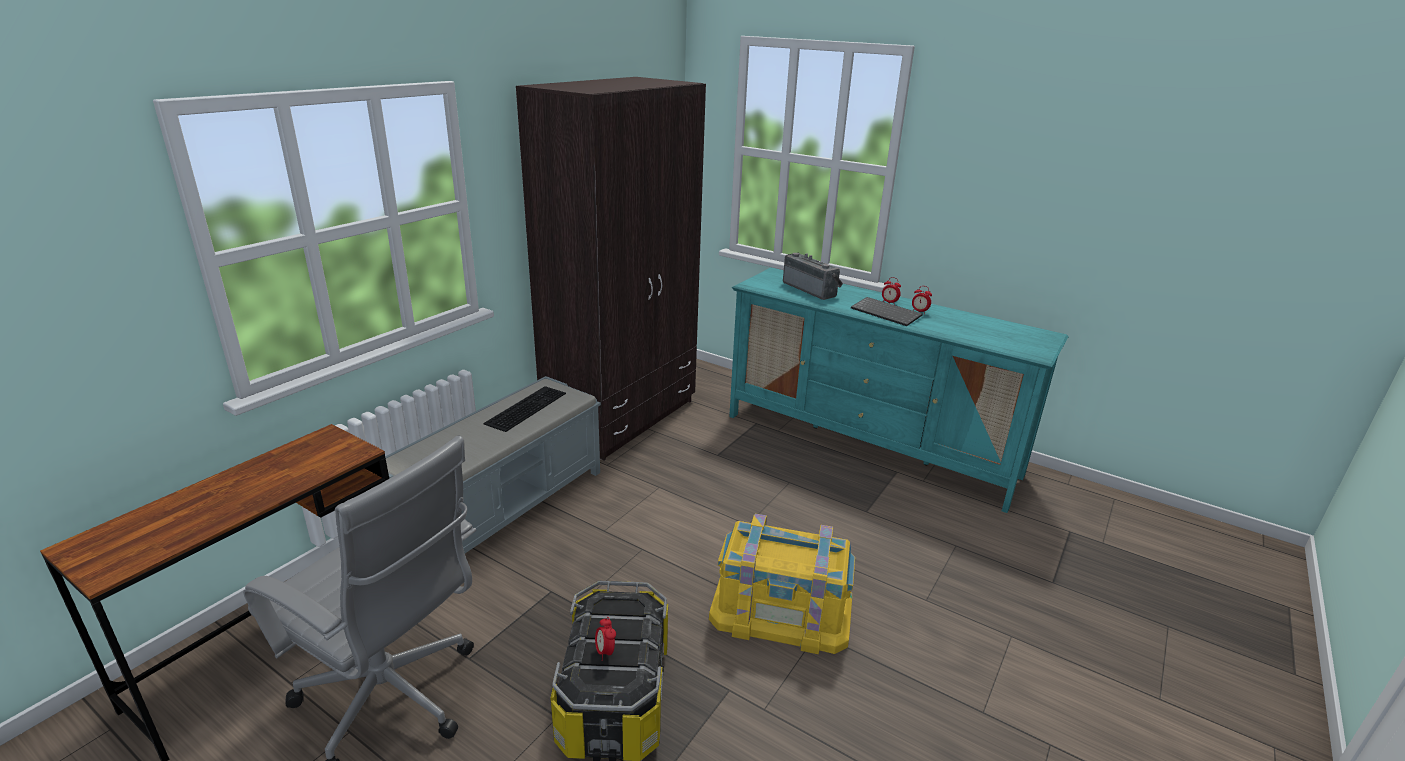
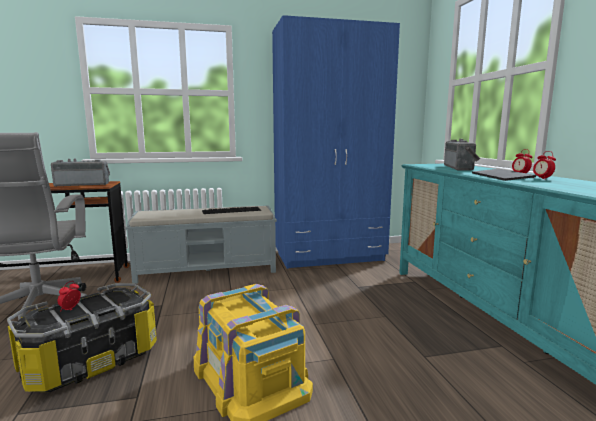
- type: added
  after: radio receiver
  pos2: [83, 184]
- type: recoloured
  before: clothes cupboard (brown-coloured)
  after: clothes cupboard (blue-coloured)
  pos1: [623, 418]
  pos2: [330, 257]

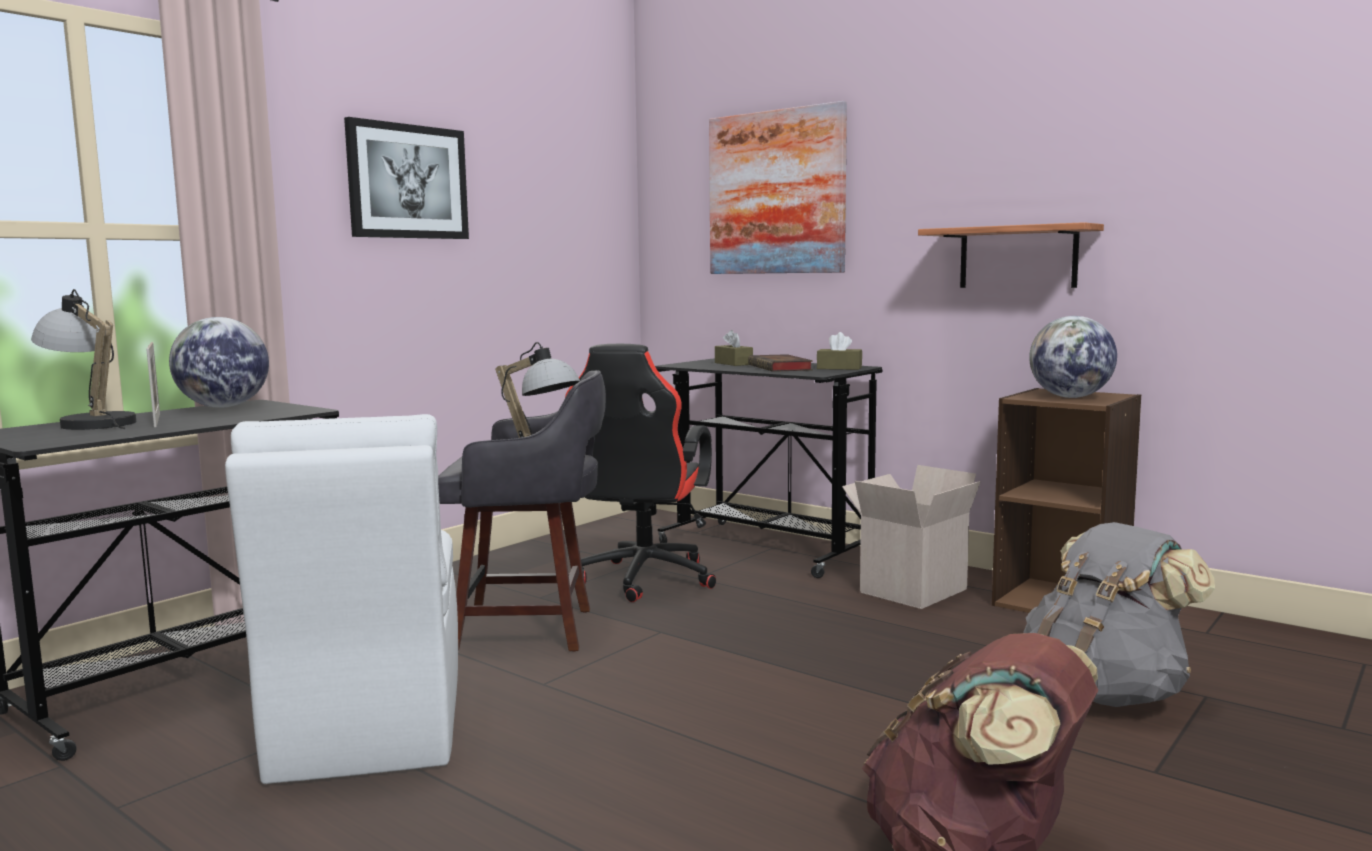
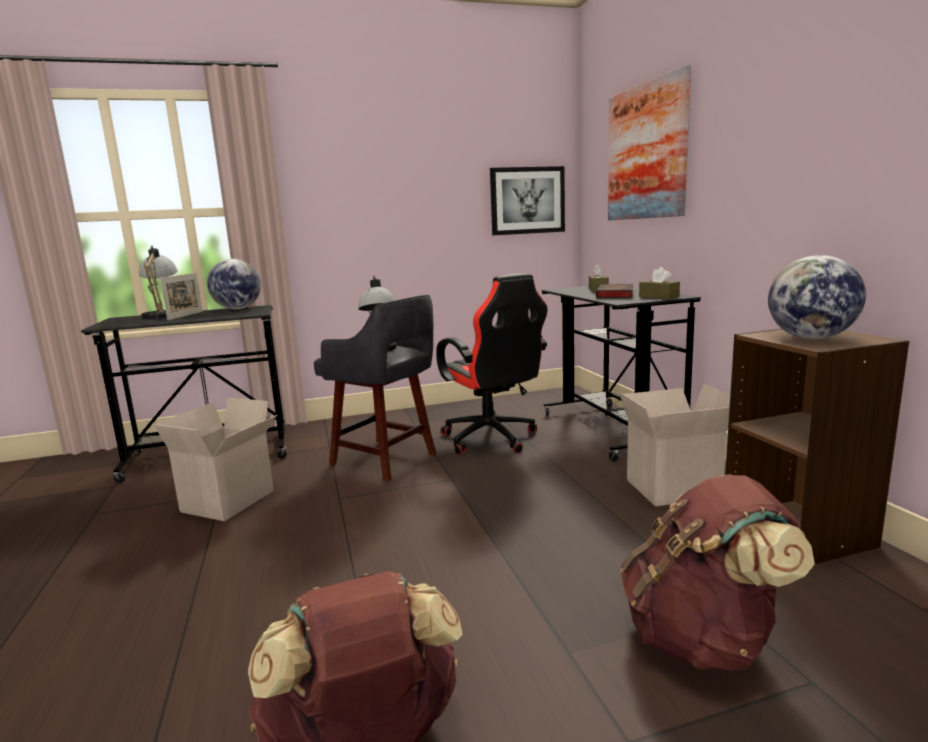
- type: removed
  before: bracket shelf
  pos1: [1017, 257]
- type: moved
  before: wall art
  pos1: [407, 182]
  pos2: [527, 200]
- type: replaced
  before: upright chair (white)
  after: carton
  pos1: [367, 729]
  pos2: [229, 502]
- type: recoloured
  before: knapsack (gray)
  after: knapsack (brown-coloured)
  pos1: [1105, 693]
  pos2: [703, 639]
- type: turned
  before: office chair (blackish)
  pos1: [641, 583]
  pos2: [493, 441]
  turn: -75

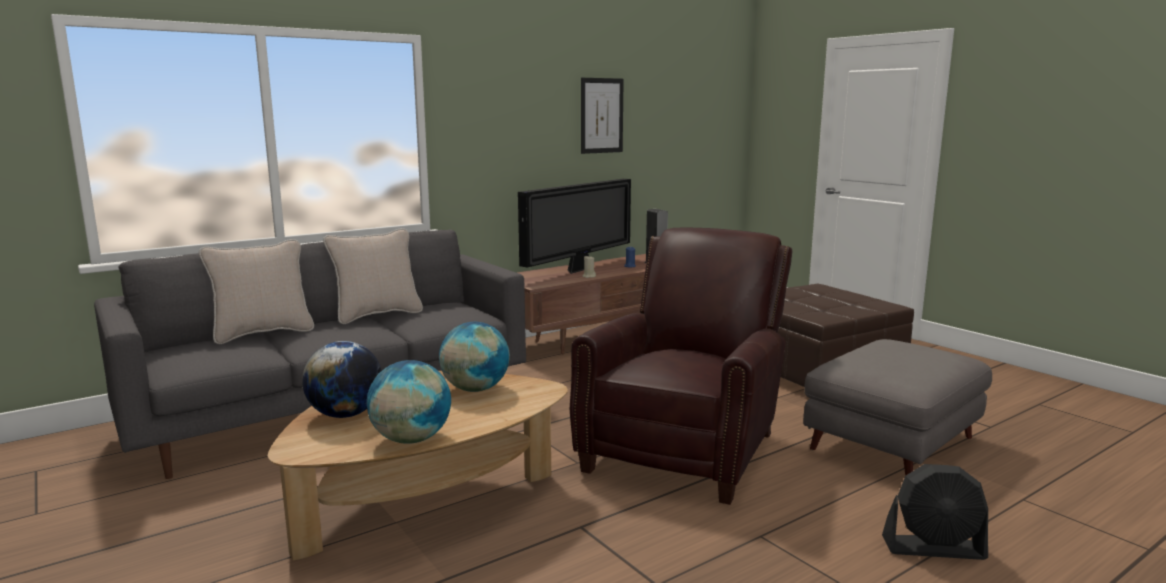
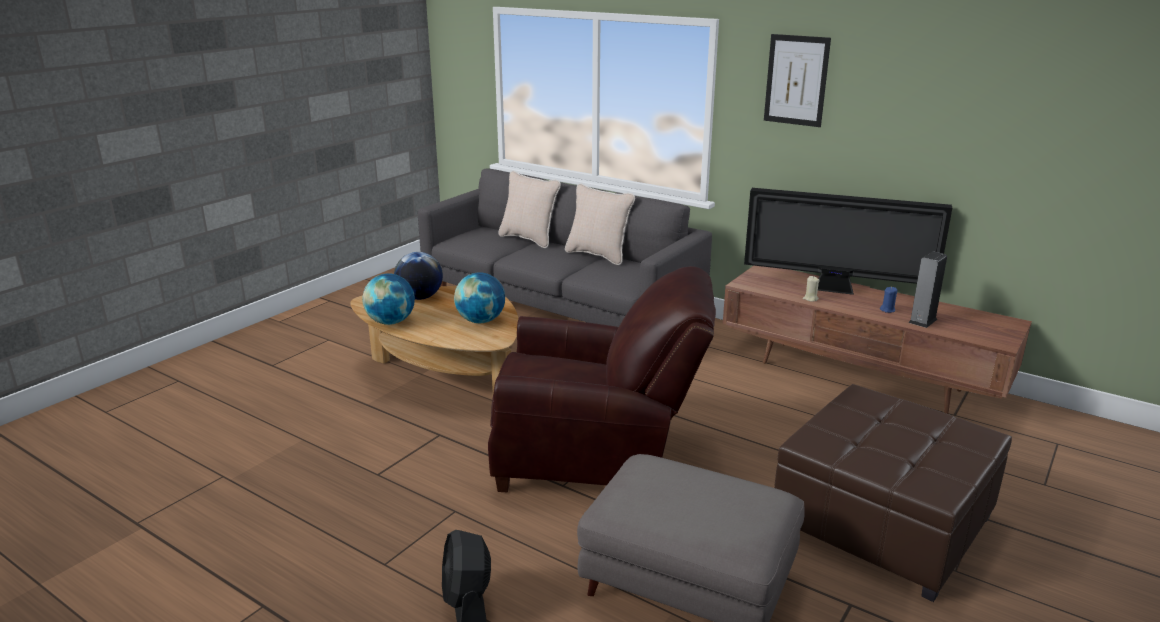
- type: moved
  before: wall art
  pos1: [601, 115]
  pos2: [796, 80]

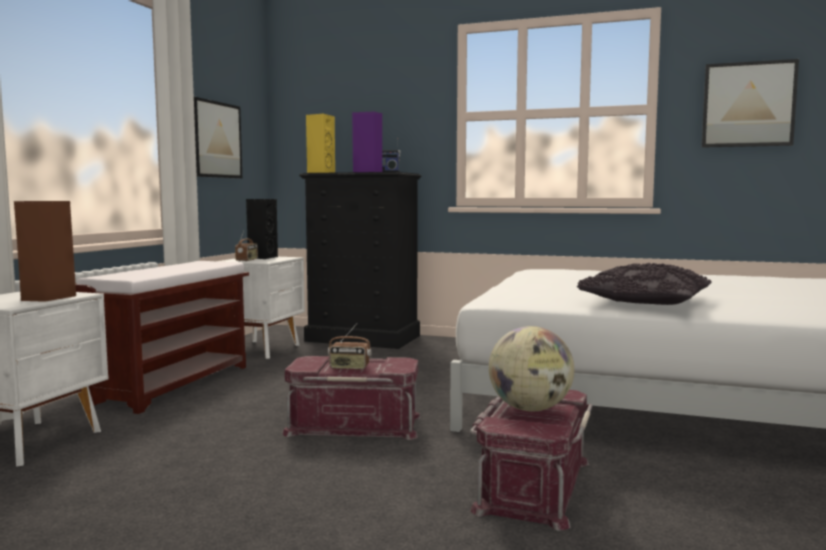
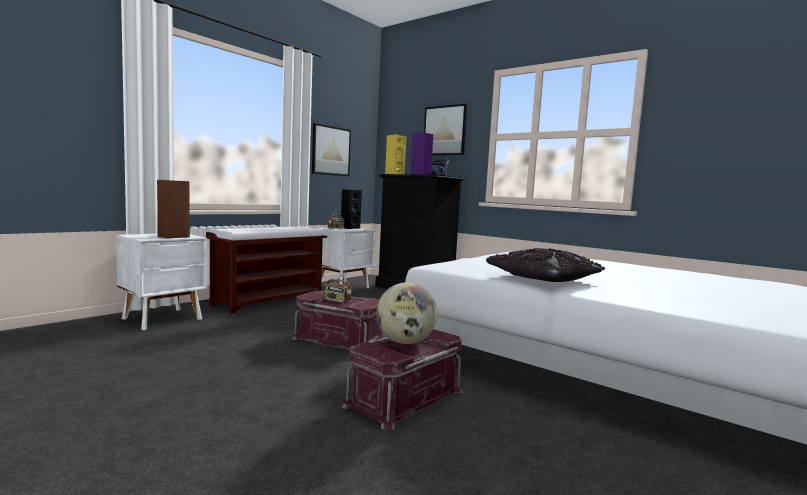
- type: moved
  before: wall art
  pos1: [748, 104]
  pos2: [444, 130]

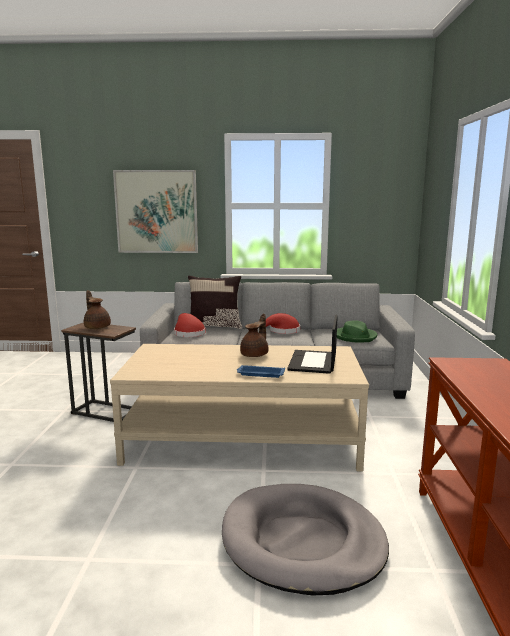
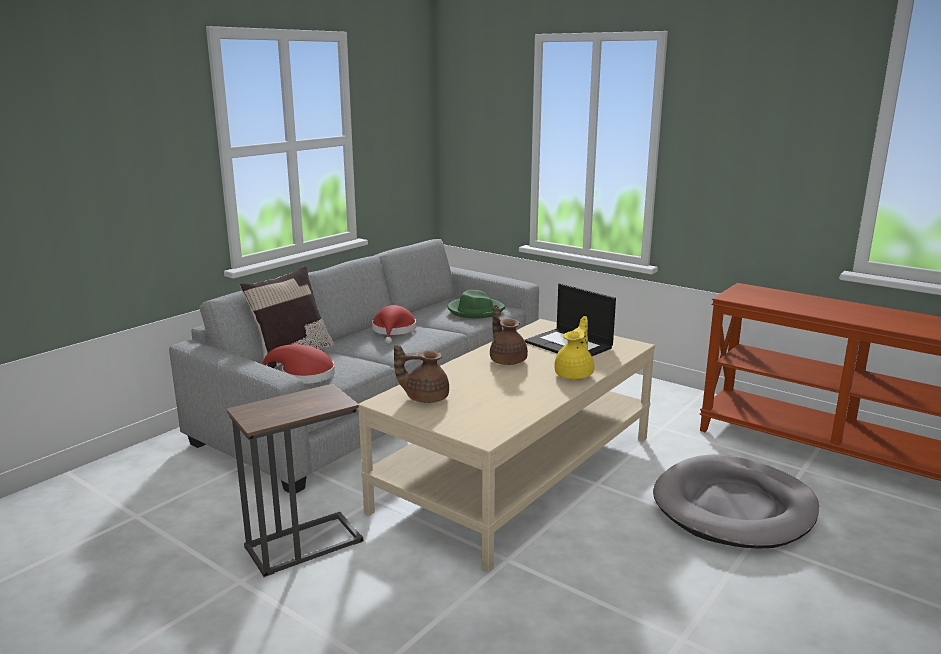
- type: removed
  before: wall art
  pos1: [156, 212]
- type: moved
  before: tea pot (brown-coloured)
  pos1: [97, 327]
  pos2: [425, 397]
- type: replaced
  before: serving tray (blue-coloured)
  after: tea pot (yellowish)
  pos1: [260, 374]
  pos2: [575, 374]

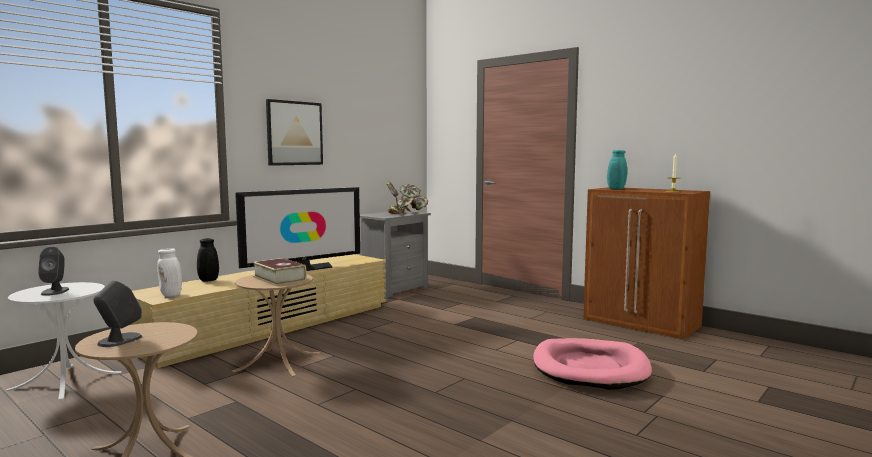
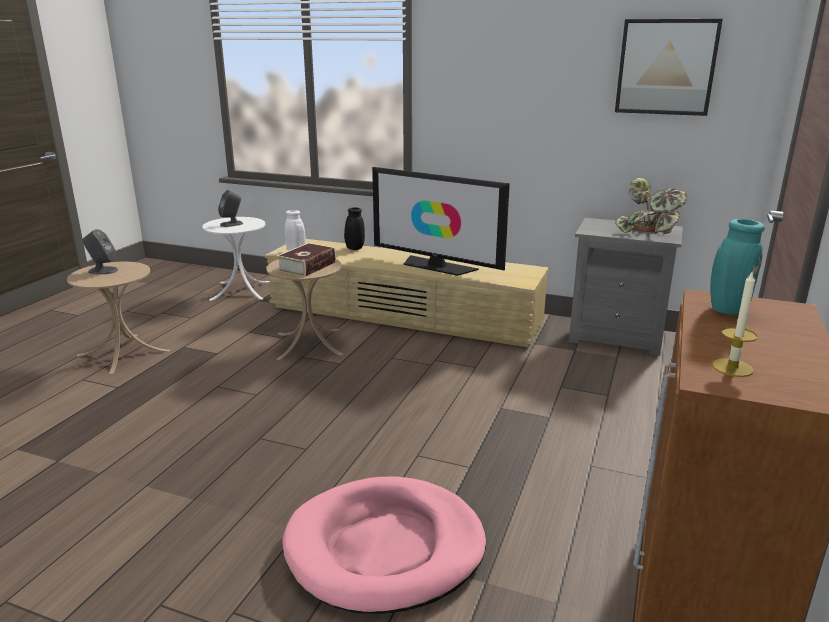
- type: moved
  before: wall art
  pos1: [294, 133]
  pos2: [666, 67]

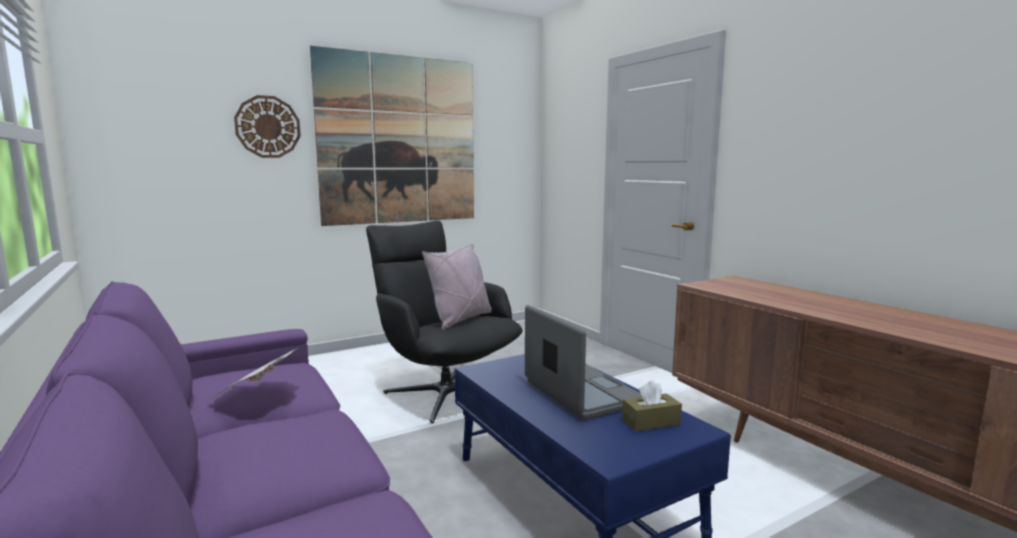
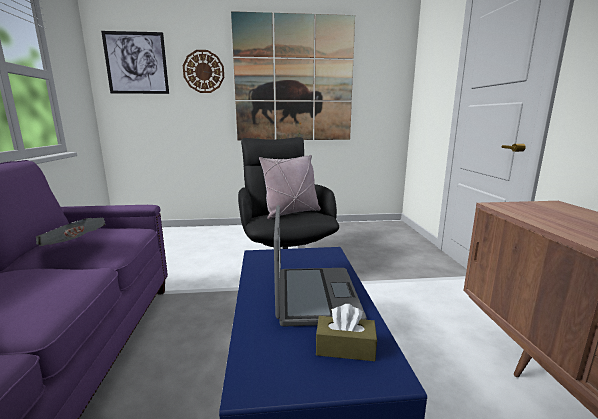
- type: added
  after: wall art
  pos2: [136, 63]

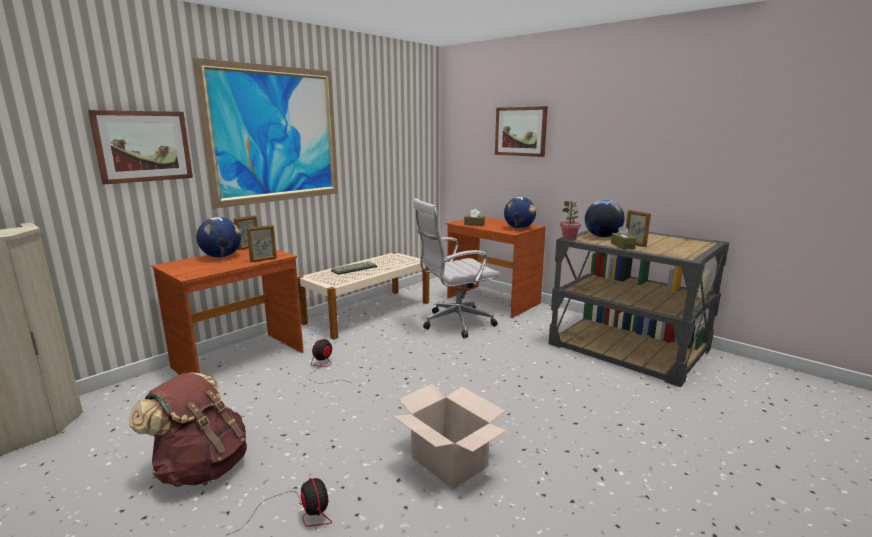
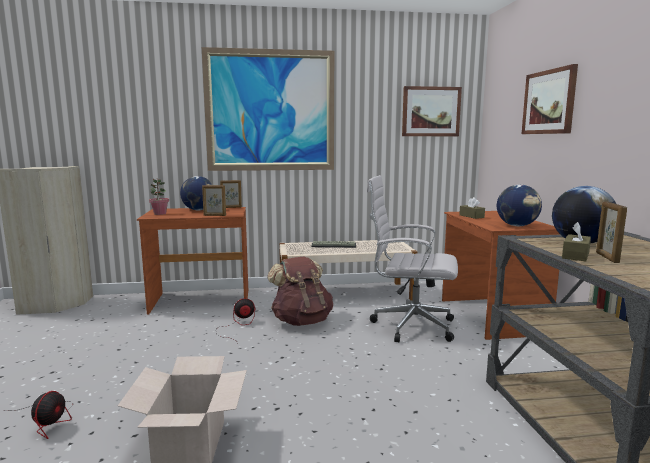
- type: moved
  before: wall art
  pos1: [143, 146]
  pos2: [431, 111]
- type: moved
  before: knapsack (brown-coloured)
  pos1: [202, 467]
  pos2: [301, 321]
- type: moved
  before: potted plant
  pos1: [569, 239]
  pos2: [160, 214]

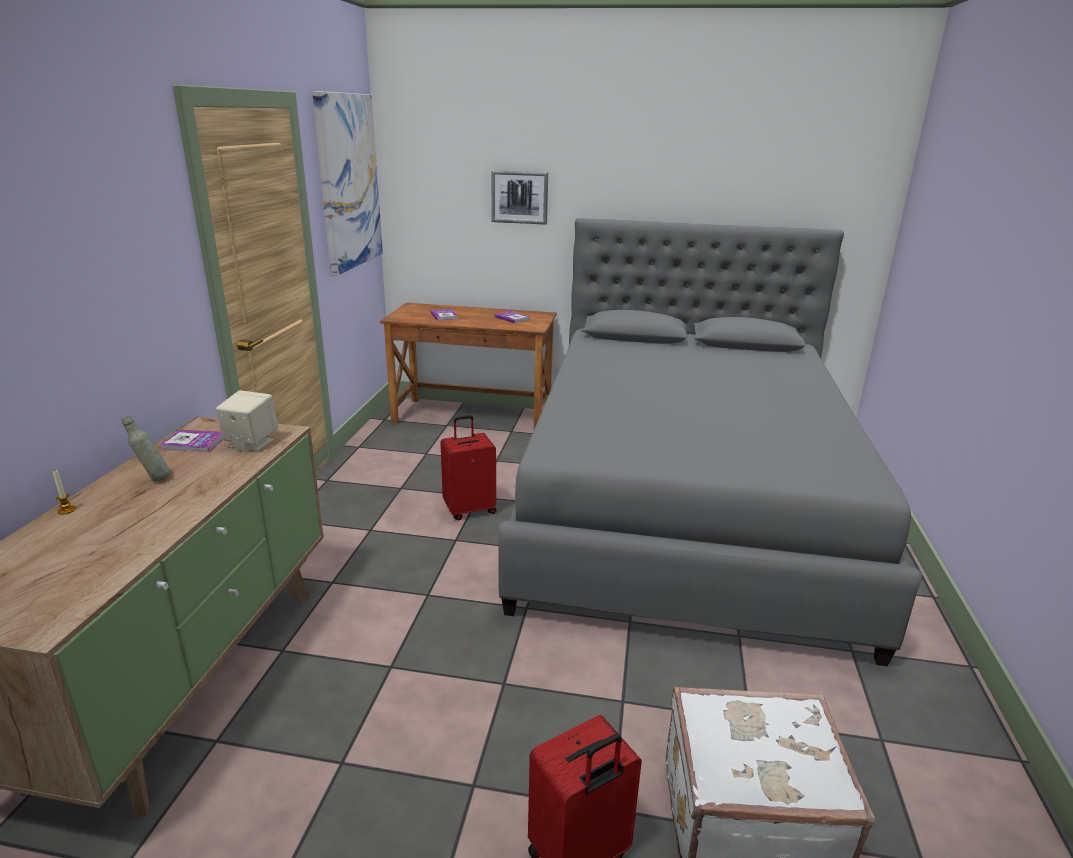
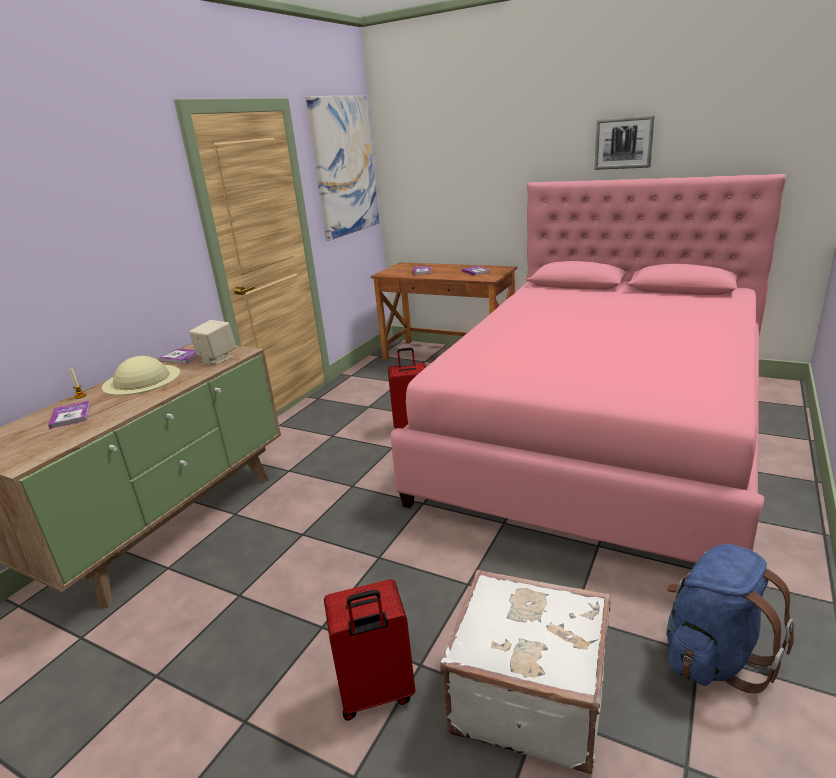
- type: added
  after: book
  pos2: [71, 416]
- type: added
  after: knapsack (blue-coloured)
  pos2: [713, 655]
- type: moved
  before: wall art
  pos1: [519, 197]
  pos2: [623, 143]
- type: replaced
  before: bottle (gray)
  after: clothing hat (sand-coloured)
  pos1: [153, 479]
  pos2: [141, 380]
- type: recoloured
  before: bedroom bed (gray)
  after: bedroom bed (pink)
  pos1: [685, 504]
  pos2: [601, 432]

